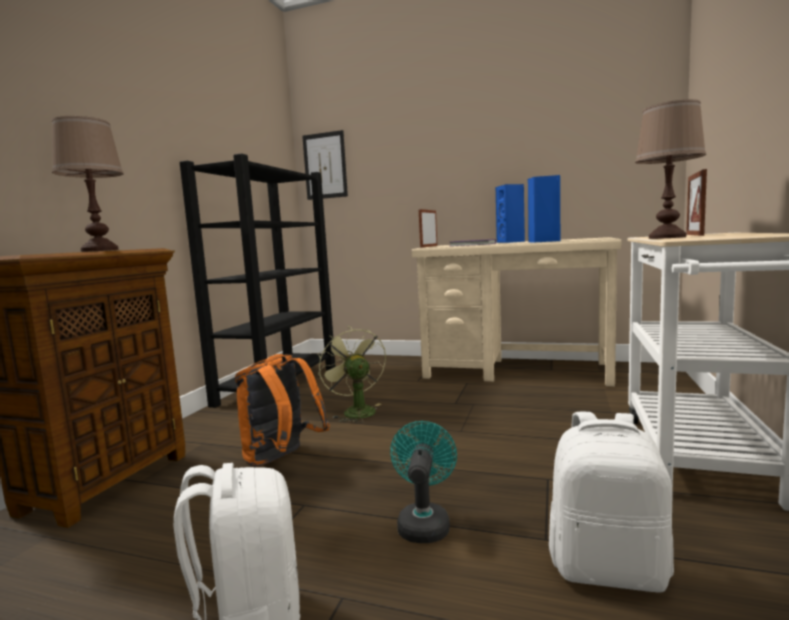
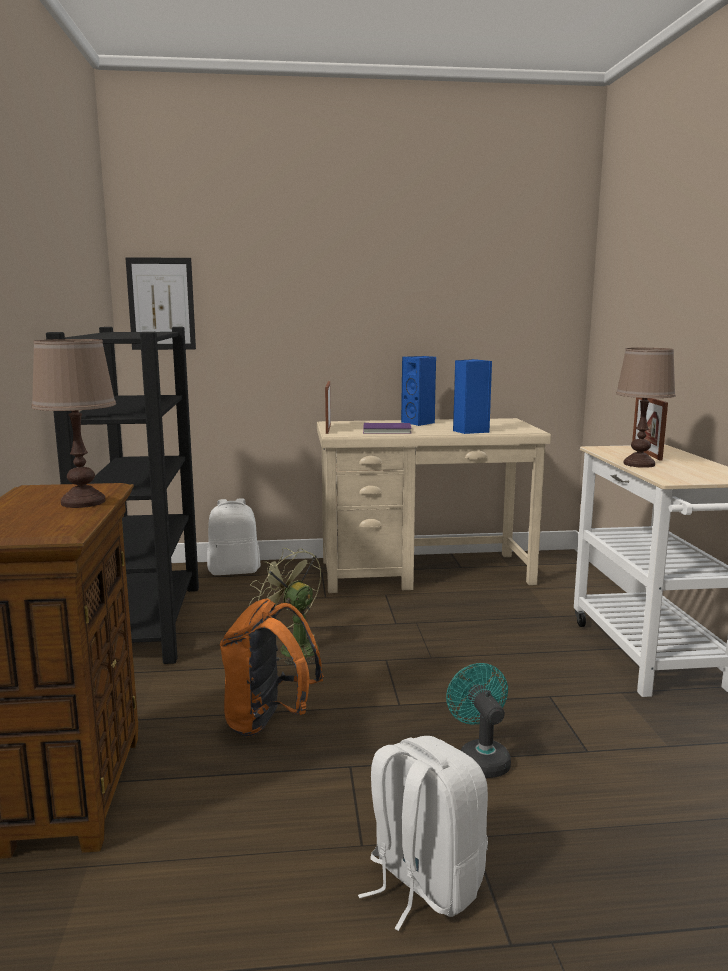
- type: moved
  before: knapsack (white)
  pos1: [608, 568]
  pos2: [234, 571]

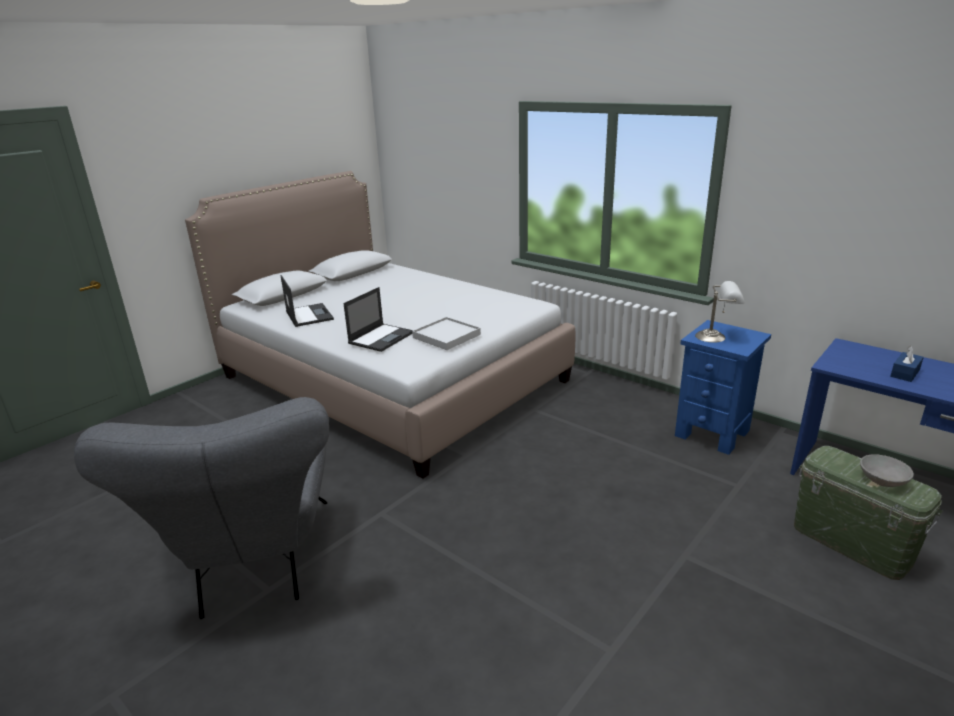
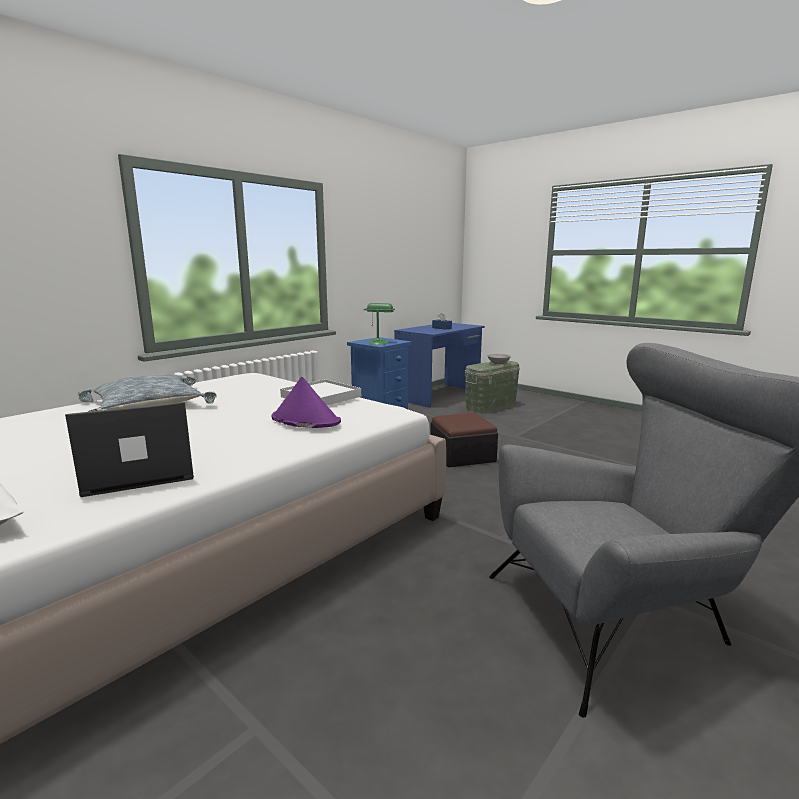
- type: added
  after: pillow
  pos2: [148, 403]
- type: added
  after: pouffe
  pos2: [462, 455]
- type: replaced
  before: notebook computer
  after: clothing hat (purplish)
  pos1: [381, 337]
  pos2: [305, 420]
- type: recoloured
  before: tabletop lamp (white)
  after: tabletop lamp (green)
  pos1: [716, 336]
  pos2: [378, 342]

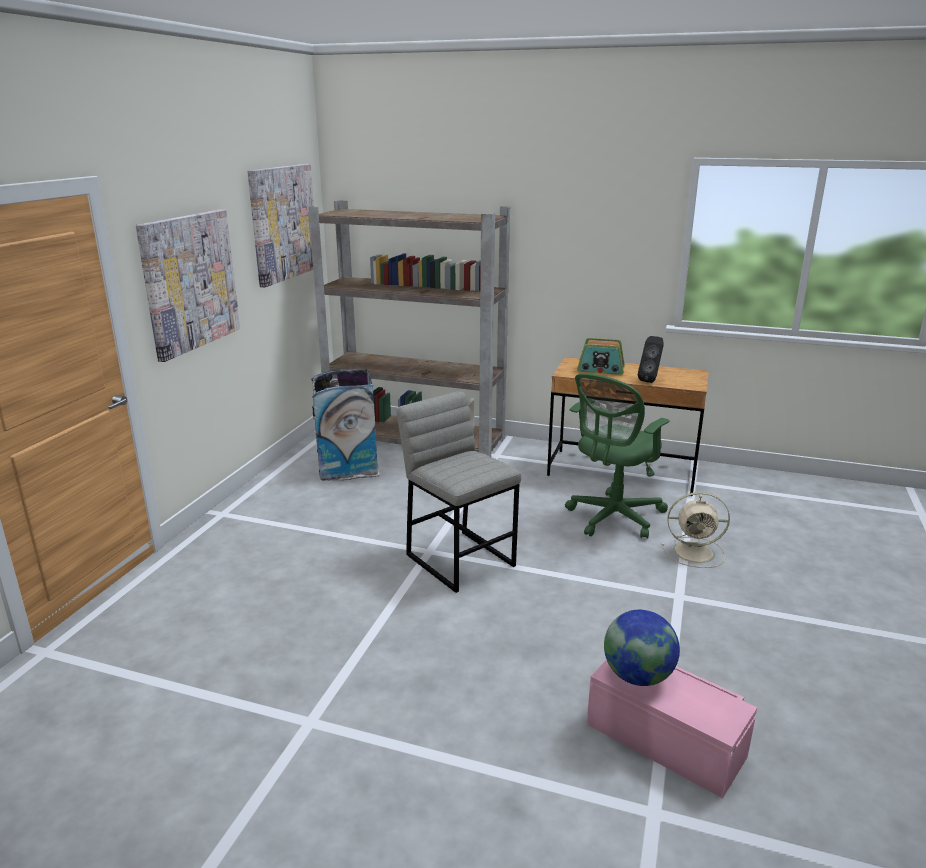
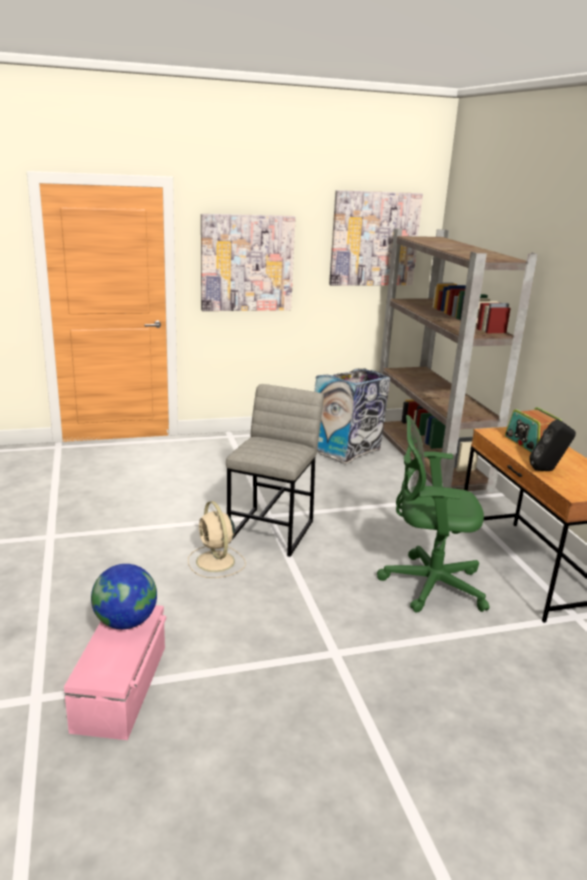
- type: moved
  before: cooling fan (sand-coloured)
  pos1: [695, 552]
  pos2: [216, 562]

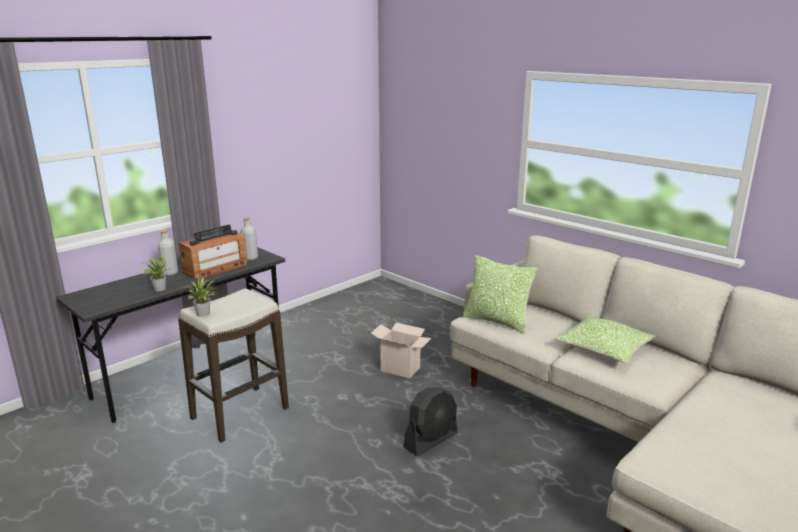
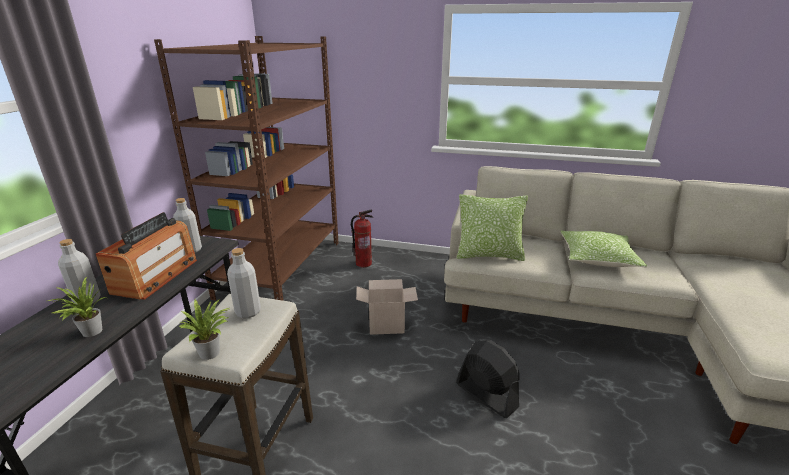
- type: added
  after: bookshelf (brown-coloured)
  pos2: [282, 268]
- type: added
  after: bottle (gray)
  pos2: [248, 312]
- type: added
  after: fire-fighting cylinder
  pos2: [363, 263]
- type: turned
  before: cooling fan (blackish)
  pos1: [431, 440]
  pos2: [486, 395]
  turn: -60

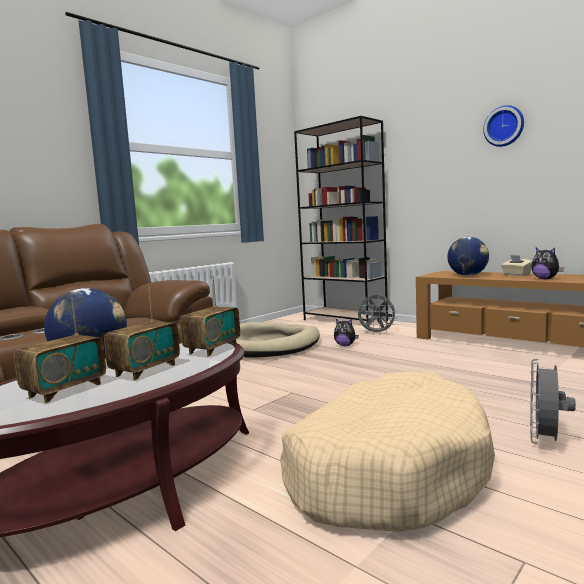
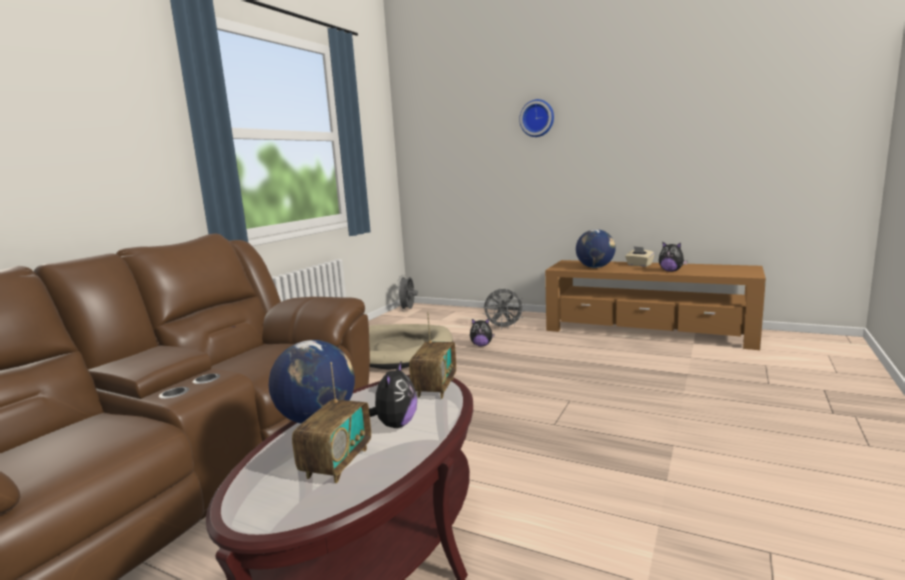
- type: removed
  before: dog bed (sand-coloured)
  pos1: [386, 470]
- type: removed
  before: bookshelf (sand-coloured)
  pos1: [345, 320]
- type: moved
  before: wall clock
  pos1: [504, 126]
  pos2: [537, 118]
- type: moved
  before: cooling fan (gray)
  pos1: [545, 441]
  pos2: [408, 310]
- type: replaced
  before: radio receiver
  after: cuddly toy
  pos1: [145, 370]
  pos2: [395, 425]

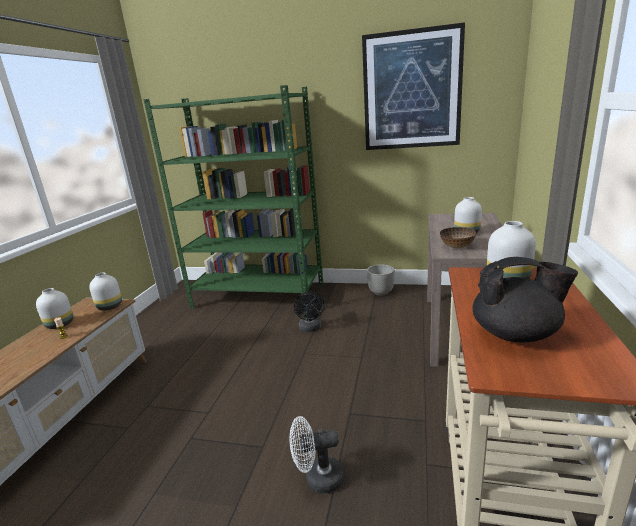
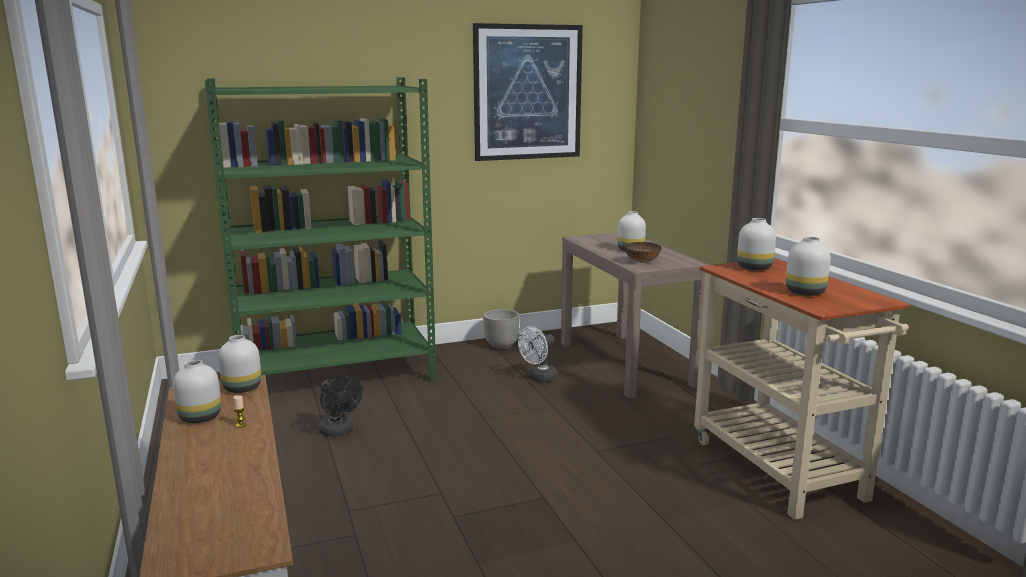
- type: moved
  before: cooling fan (white)
  pos1: [318, 479]
  pos2: [539, 378]
- type: moved
  before: cooling fan (blackish)
  pos1: [310, 328]
  pos2: [339, 431]
- type: replaced
  before: tea pot (blackish)
  after: decorative vase (white)
  pos1: [516, 334]
  pos2: [806, 292]

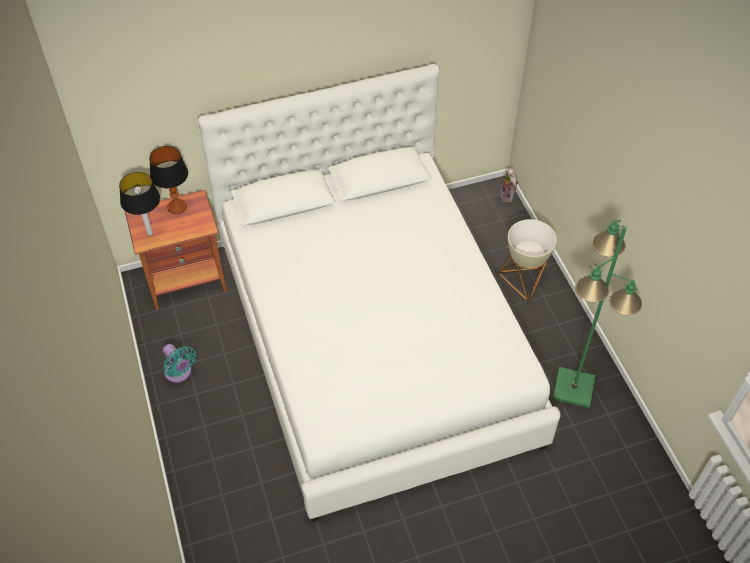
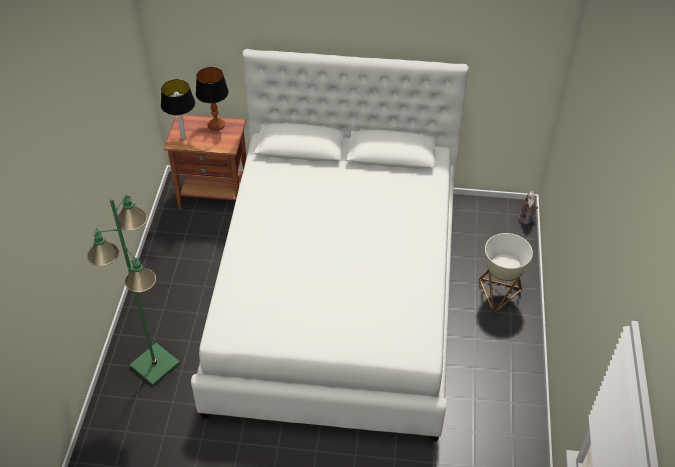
- type: removed
  before: cooling fan (turquoise-coloured)
  pos1: [179, 373]
- type: moved
  before: standing lamp (green)
  pos1: [574, 388]
  pos2: [155, 365]

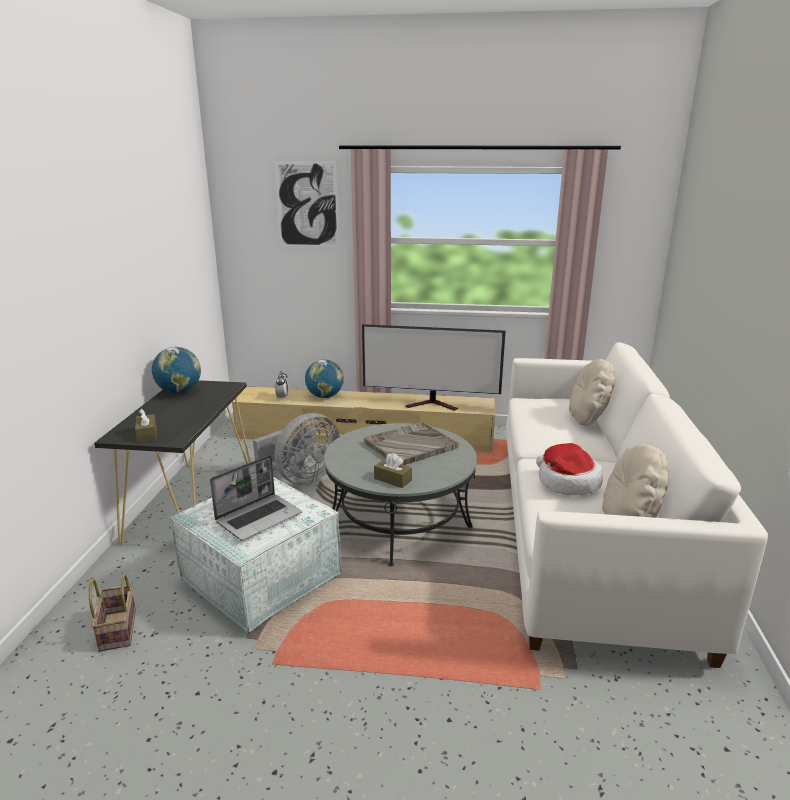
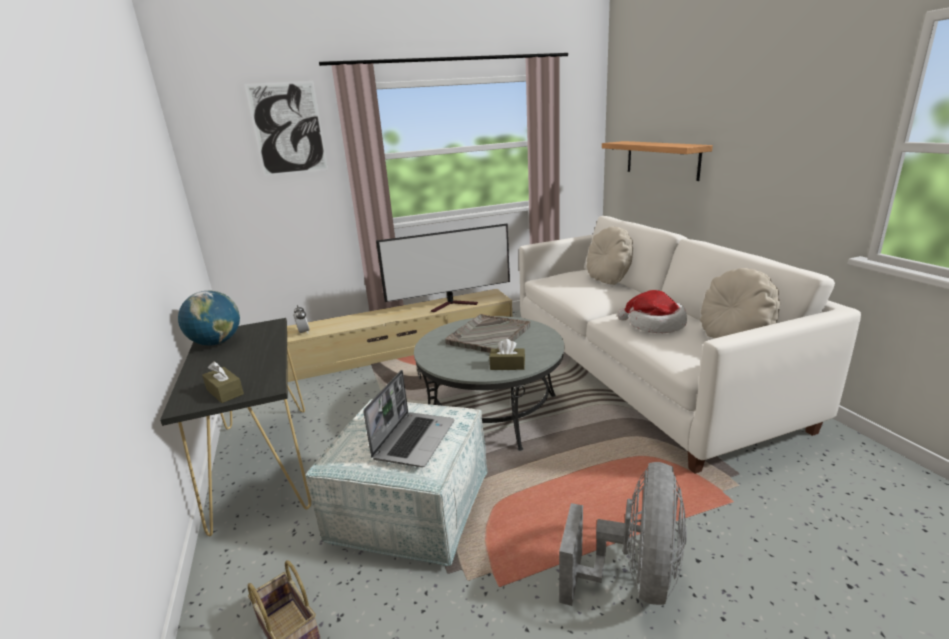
- type: removed
  before: desk globe
  pos1: [325, 396]
- type: added
  after: bracket shelf
  pos2: [661, 159]
- type: moved
  before: cooling fan (gray)
  pos1: [302, 479]
  pos2: [633, 578]

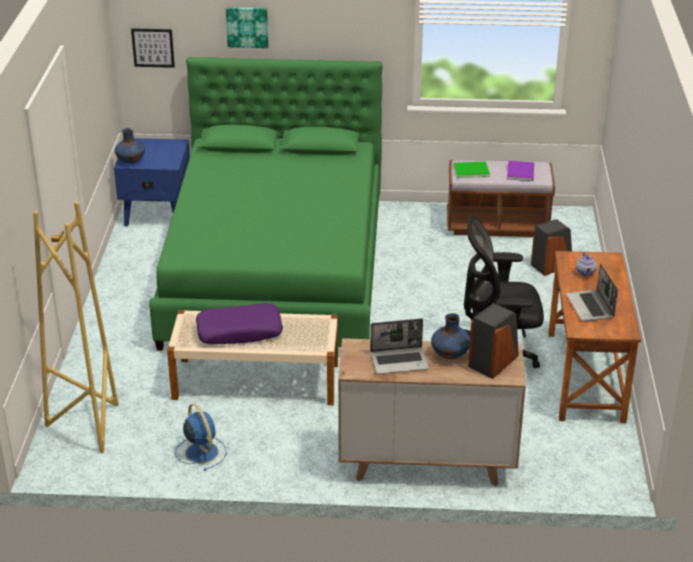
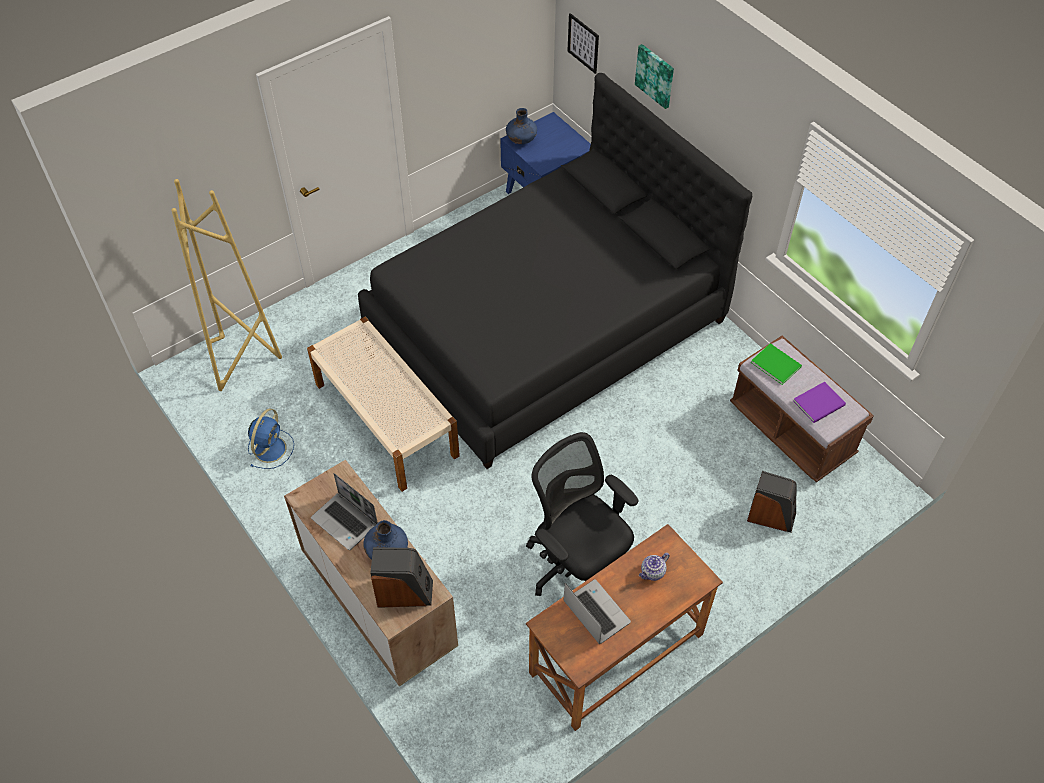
- type: removed
  before: pillow (purplish)
  pos1: [239, 331]
- type: recoloured
  before: bedroom bed (green)
  after: bedroom bed (blackish)
  pos1: [276, 270]
  pos2: [546, 326]
- type: turned
  before: notebook computer
  pos1: [590, 307]
  pos2: [595, 612]
  turn: 105

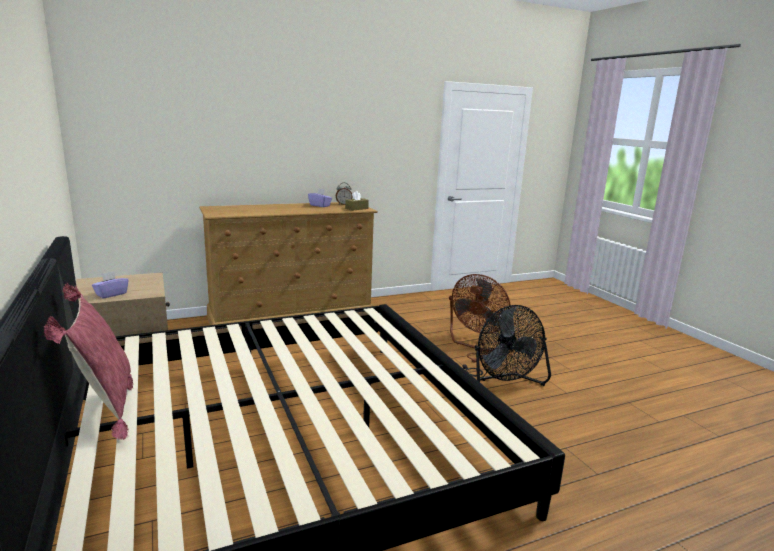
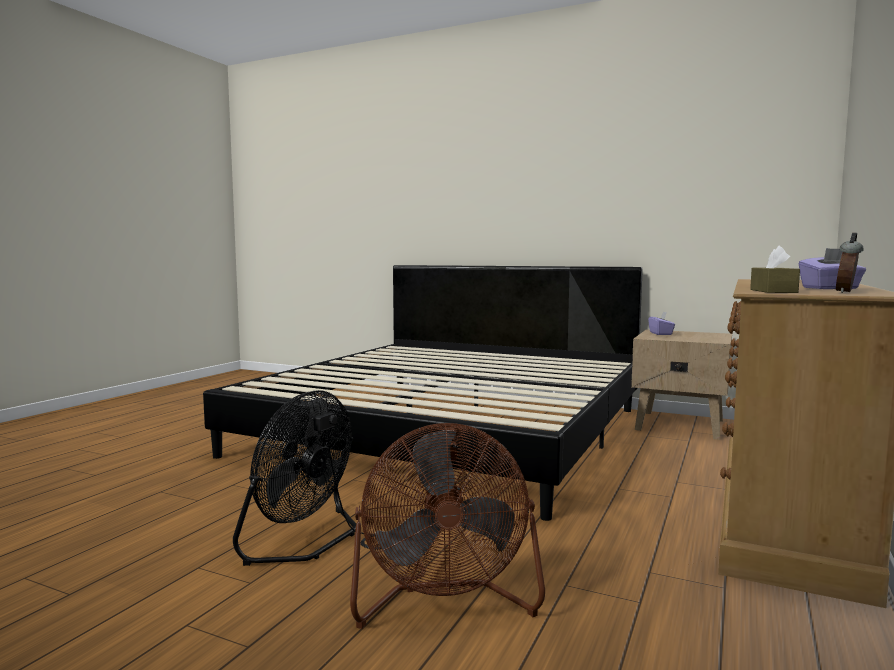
- type: removed
  before: pillow (red-coloured)
  pos1: [103, 416]

